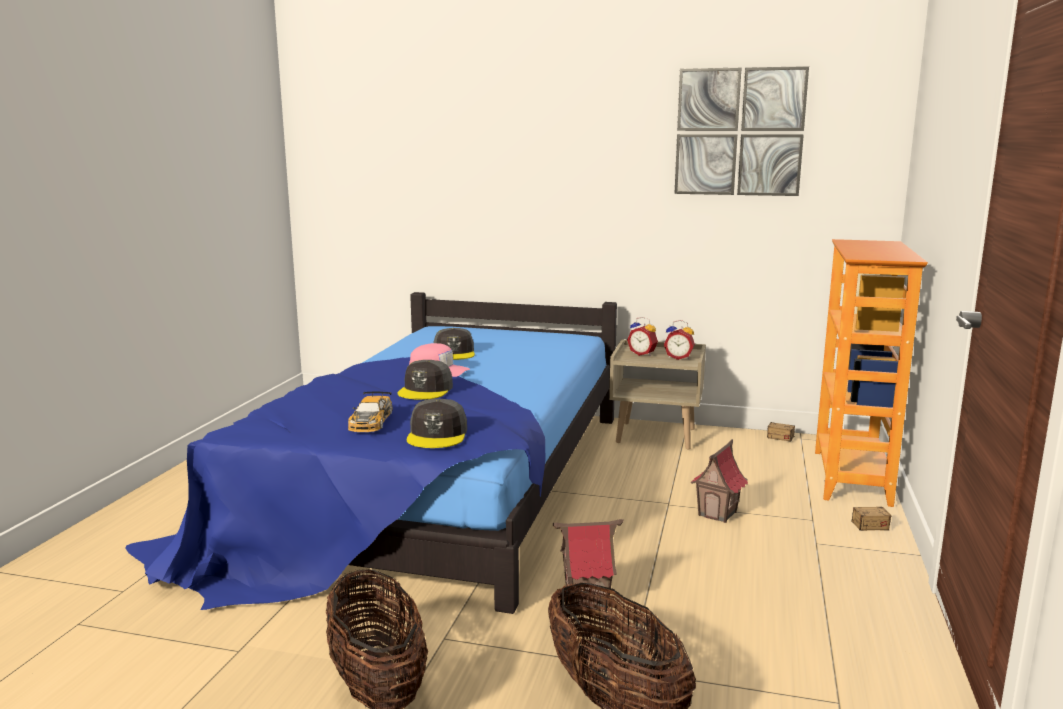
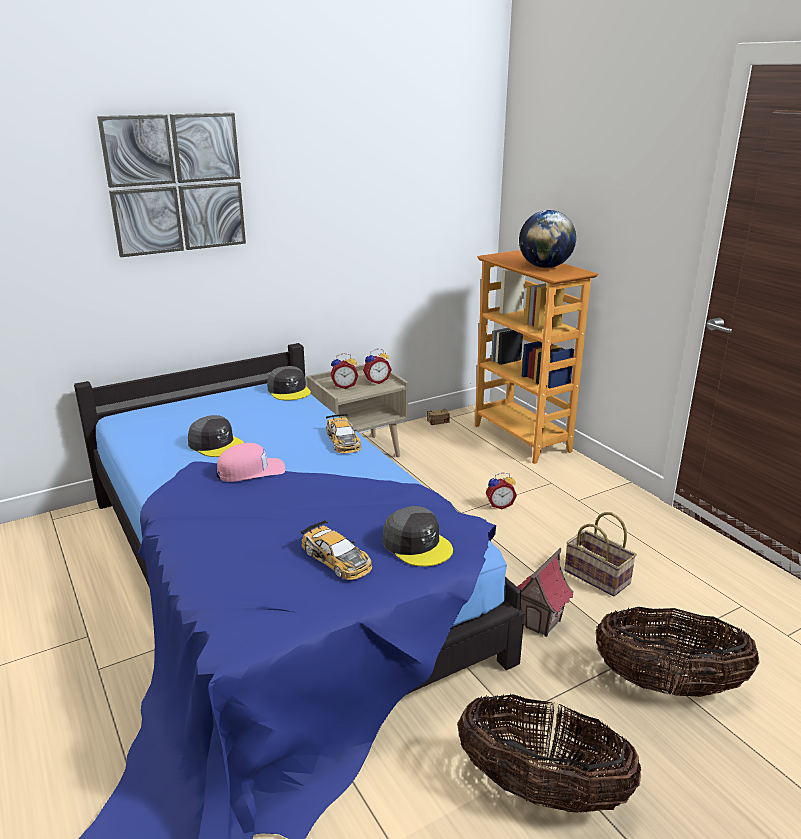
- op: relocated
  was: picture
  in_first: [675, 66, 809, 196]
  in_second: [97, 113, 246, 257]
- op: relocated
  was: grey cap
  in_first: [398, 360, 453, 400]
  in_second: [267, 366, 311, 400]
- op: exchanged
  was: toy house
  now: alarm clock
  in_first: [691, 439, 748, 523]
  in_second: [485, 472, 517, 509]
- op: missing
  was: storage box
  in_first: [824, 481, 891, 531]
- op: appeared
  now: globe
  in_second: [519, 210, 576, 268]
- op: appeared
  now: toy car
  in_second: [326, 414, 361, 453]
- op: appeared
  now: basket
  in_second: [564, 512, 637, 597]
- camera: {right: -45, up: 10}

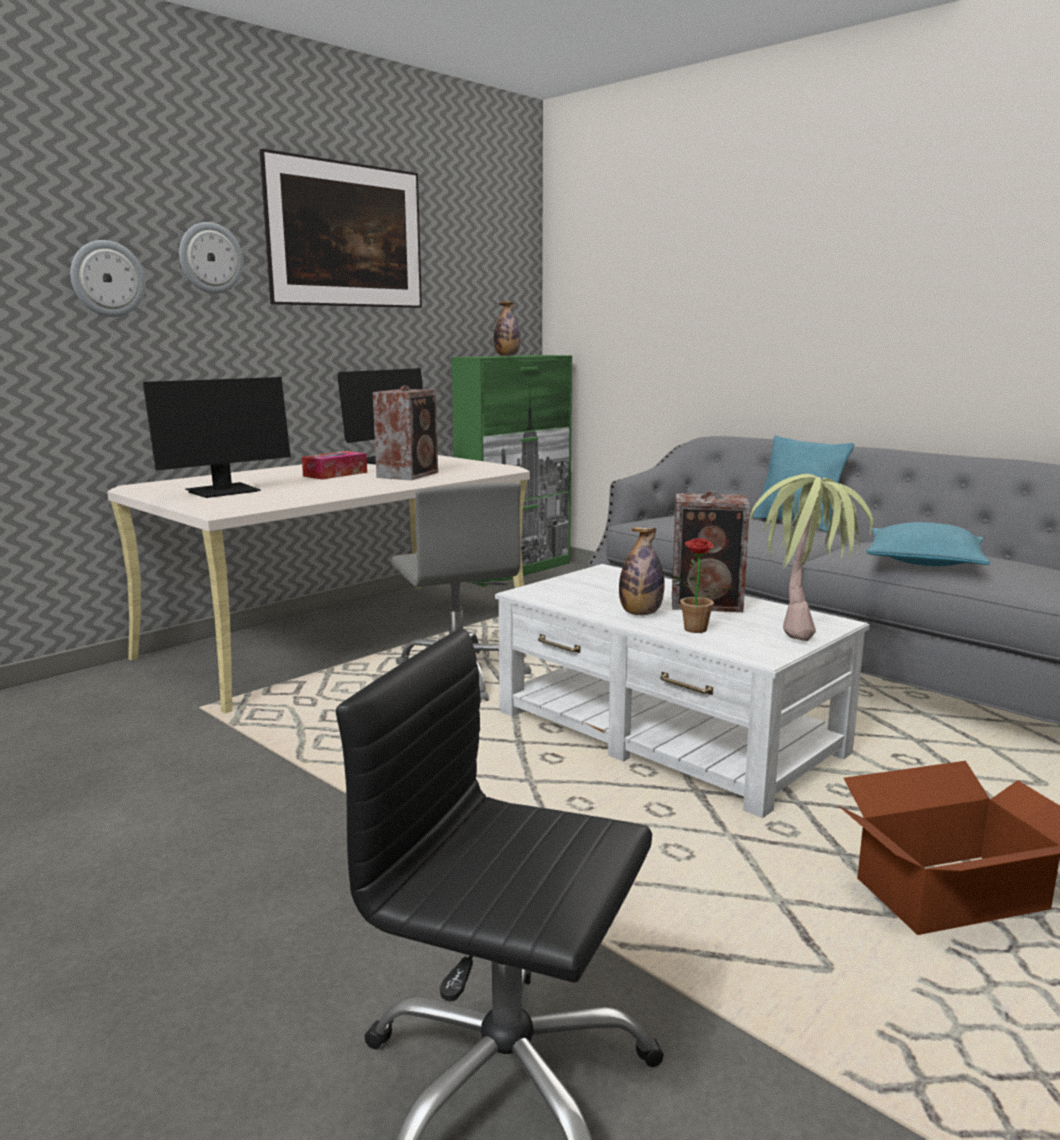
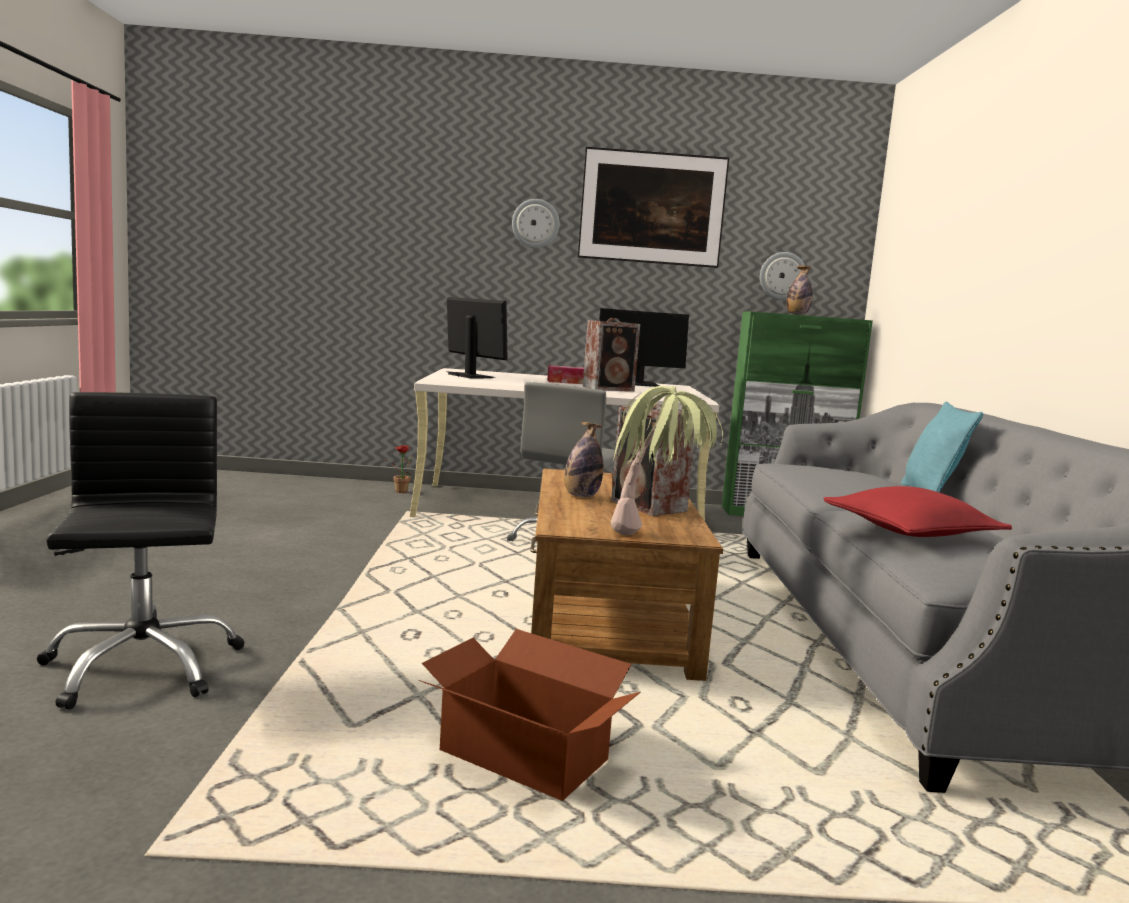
- op: relocated
  was: wall clock
  in_first: [70, 240, 146, 317]
  in_second: [760, 252, 805, 300]
- op: spun
  was: monitor
  in_first: [143, 377, 291, 498]
  in_second: [446, 297, 508, 378]
  clockwise: -135
- op: colour
  was: turquoise pillow
  now: red pillow
  in_first: [866, 522, 990, 566]
  in_second: [823, 486, 1012, 537]
- op: relocated
  was: potted plant
  in_first: [671, 538, 733, 633]
  in_second: [384, 445, 412, 493]
- op: colour
  was: white coffee table
  now: brown coffee table
  in_first: [495, 564, 870, 818]
  in_second: [530, 468, 723, 681]
- camera: {right: 45, up: -5}

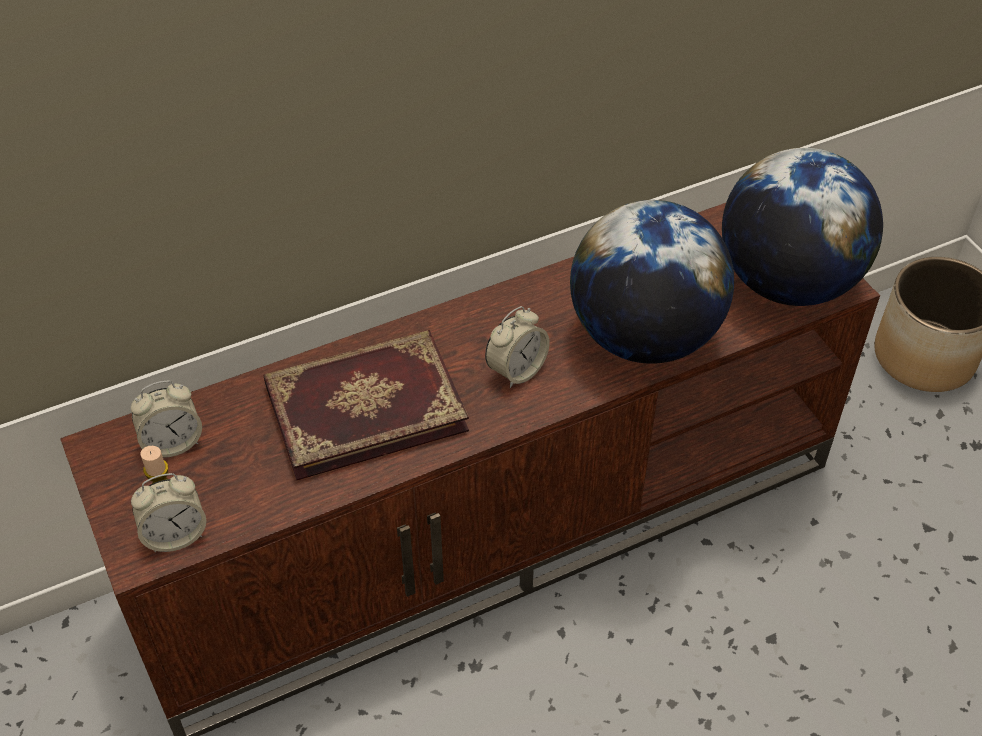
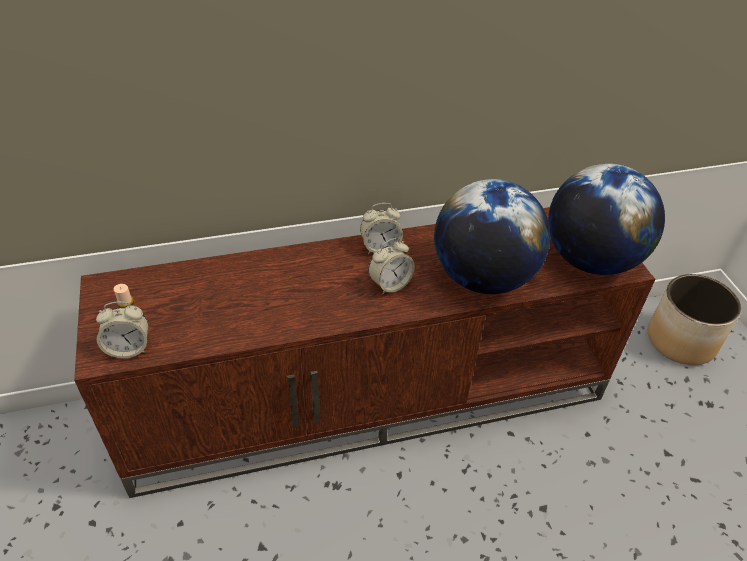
- op: missing
  was: book
  in_first: [264, 330, 469, 481]
- op: relocated
  was: alarm clock
  in_first: [131, 380, 202, 457]
  in_second: [360, 203, 403, 254]
- camera: {right: 10, up: -5}

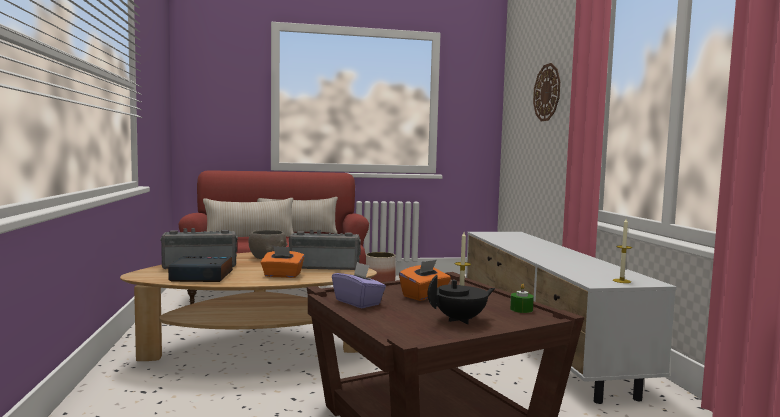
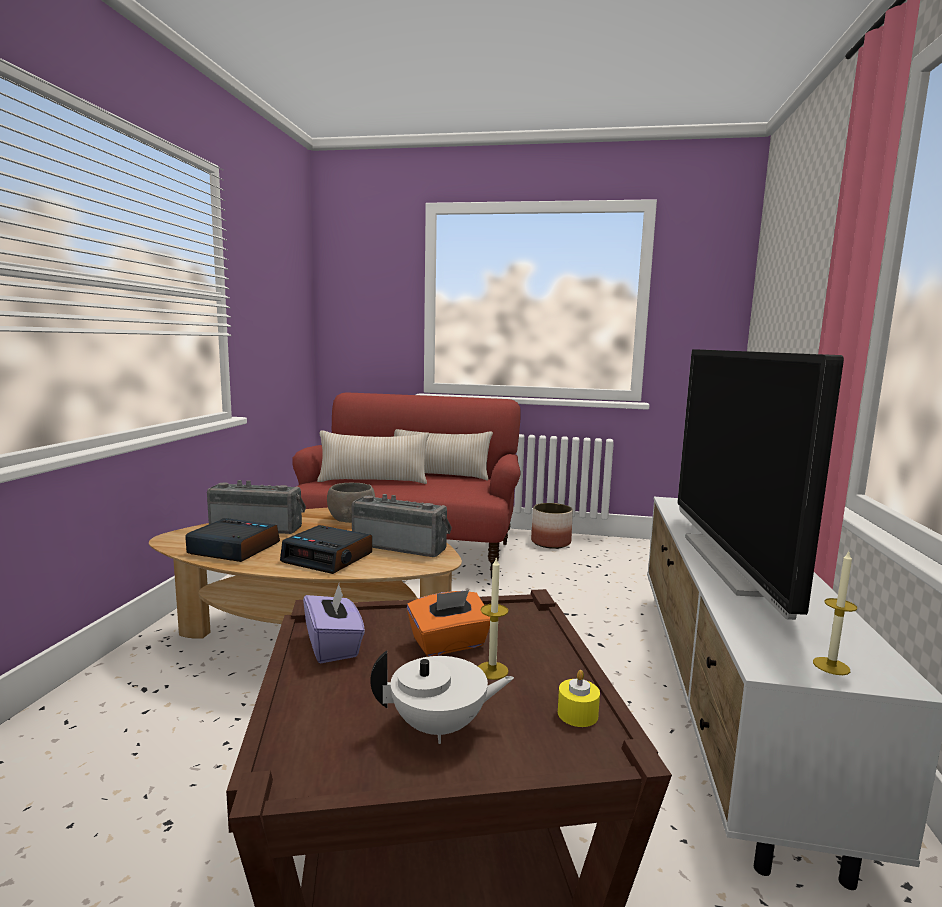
- op: missing
  was: wall clock
  in_first: [533, 63, 560, 121]
- op: exchanged
  was: orange tissue box
  now: alarm clock
  in_first: [260, 246, 304, 278]
  in_second: [280, 525, 372, 574]
- op: colour
  was: black teapot
  now: white teapot
  in_first: [428, 275, 495, 324]
  in_second: [370, 651, 514, 744]
- op: colour
  was: green candle
  now: yellow candle
  in_first: [510, 284, 534, 313]
  in_second: [558, 670, 600, 727]
- op: appeared
  now: television
  in_second: [678, 349, 844, 620]
- camera: {right: 20, up: 5}

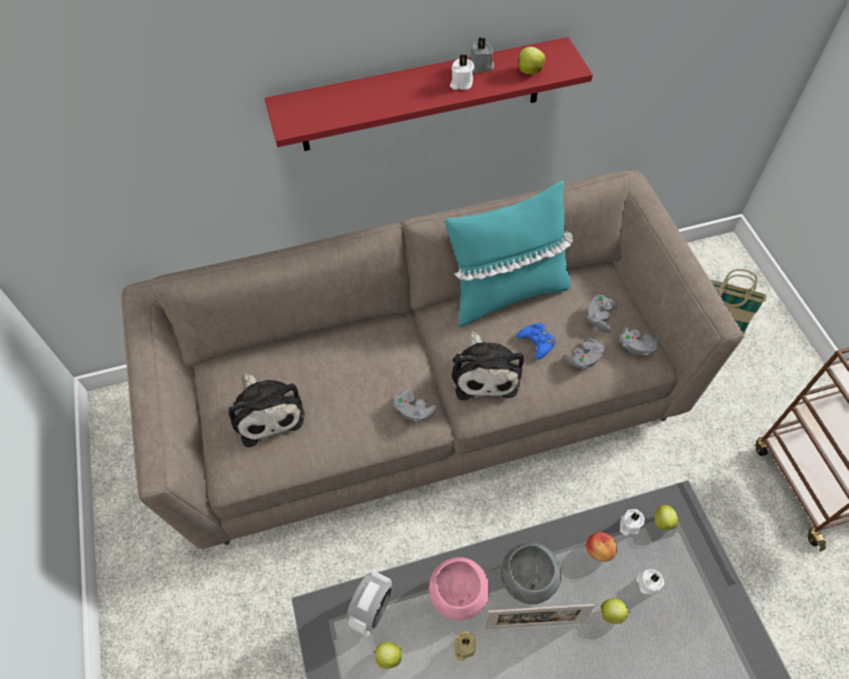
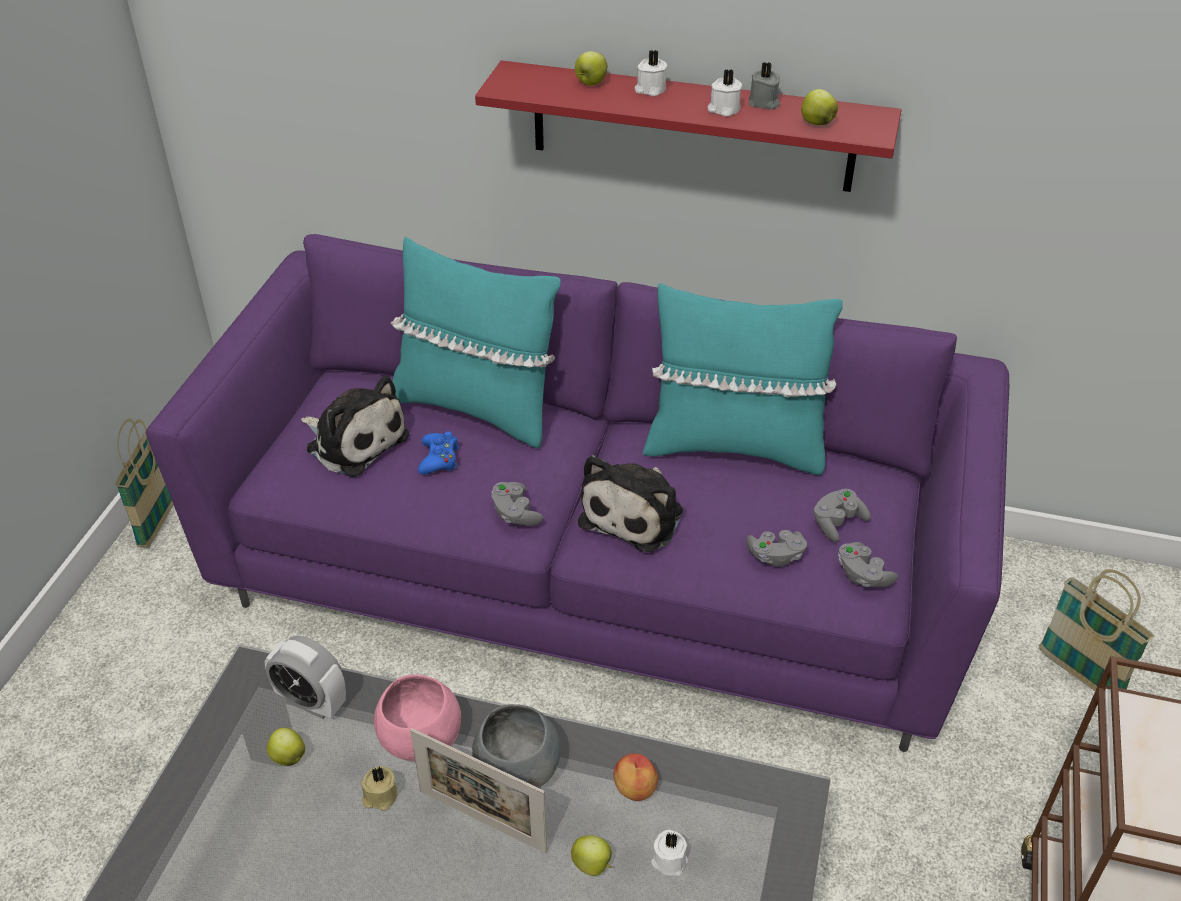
- op: colour
  was: beige sofa
  now: purple sofa
  in_first: [121, 169, 744, 549]
  in_second: [146, 234, 1010, 752]
- op: relocated
  was: blue game controller
  in_first: [517, 323, 556, 360]
  in_second: [418, 431, 459, 474]
- op: spun
  was: plush toy
  in_first: [228, 374, 305, 447]
  in_second: [301, 376, 409, 477]
  clockwise: -60
- op: relocated
  was: apple
  in_first: [655, 505, 678, 532]
  in_second: [575, 51, 607, 86]
- op: relocated
  was: white candle
  in_first: [620, 509, 645, 536]
  in_second: [634, 50, 667, 96]
- op: spun
  was: alarm clock
  in_first: [347, 571, 393, 636]
  in_second: [265, 636, 346, 719]
  clockwise: 60
- op: appeared
  now: turquoise pillow
  in_second: [390, 237, 561, 448]
- op: appeared
  now: basket
  in_second: [115, 418, 173, 548]
- camera: {right: 30, up: -15}

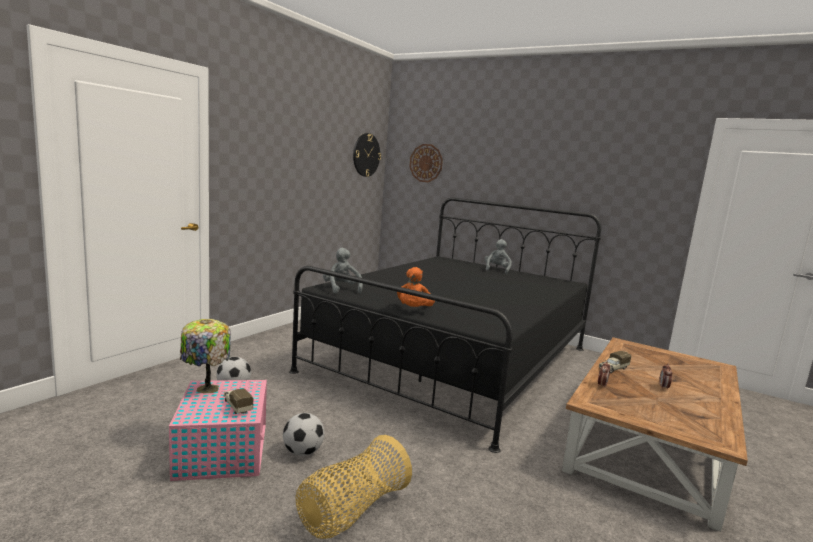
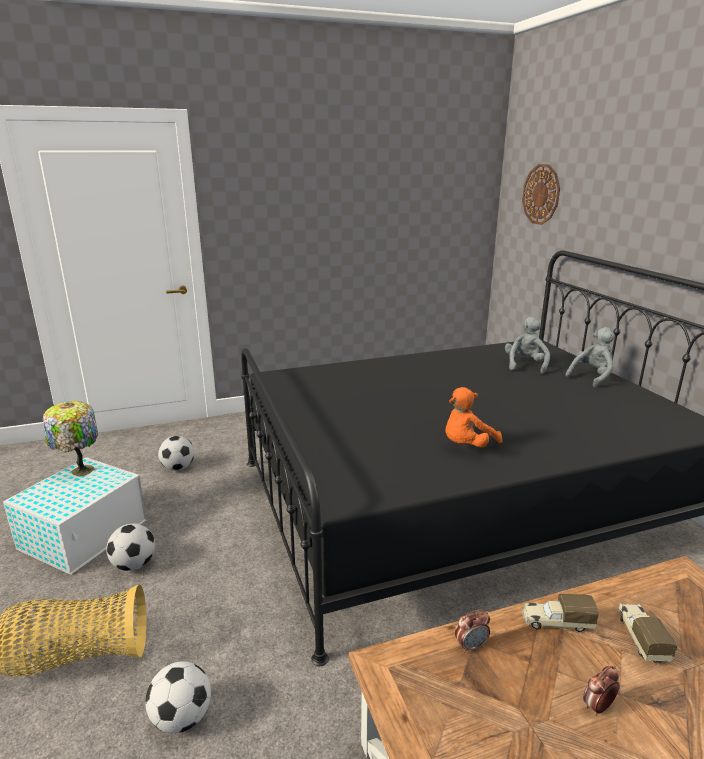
- op: missing
  was: wall clock
  in_first: [353, 133, 381, 177]
- op: relocated
  was: grey plush toy
  in_first: [323, 248, 363, 294]
  in_second: [505, 317, 550, 374]
- op: relocated
  was: orange plush toy
  in_first: [397, 267, 435, 307]
  in_second: [445, 387, 502, 448]
- op: colour
  was: pink storage box
  now: white storage box
  in_first: [169, 380, 267, 481]
  in_second: [3, 457, 147, 574]
- op: relocated
  was: toy truck
  in_first: [224, 389, 254, 414]
  in_second: [617, 603, 677, 665]
- op: appeared
  now: football
  in_second: [145, 661, 211, 734]
- camera: {right: 40, up: 10}

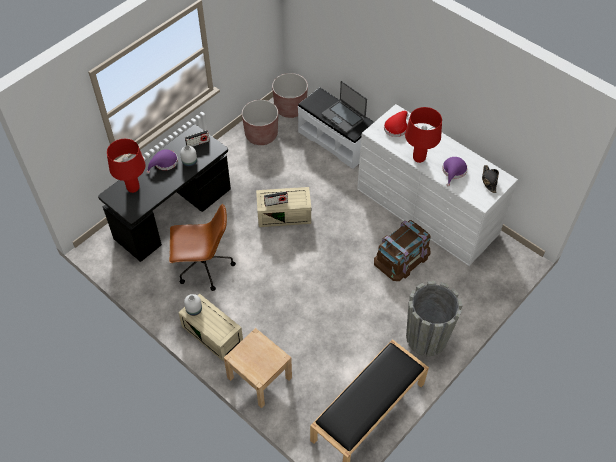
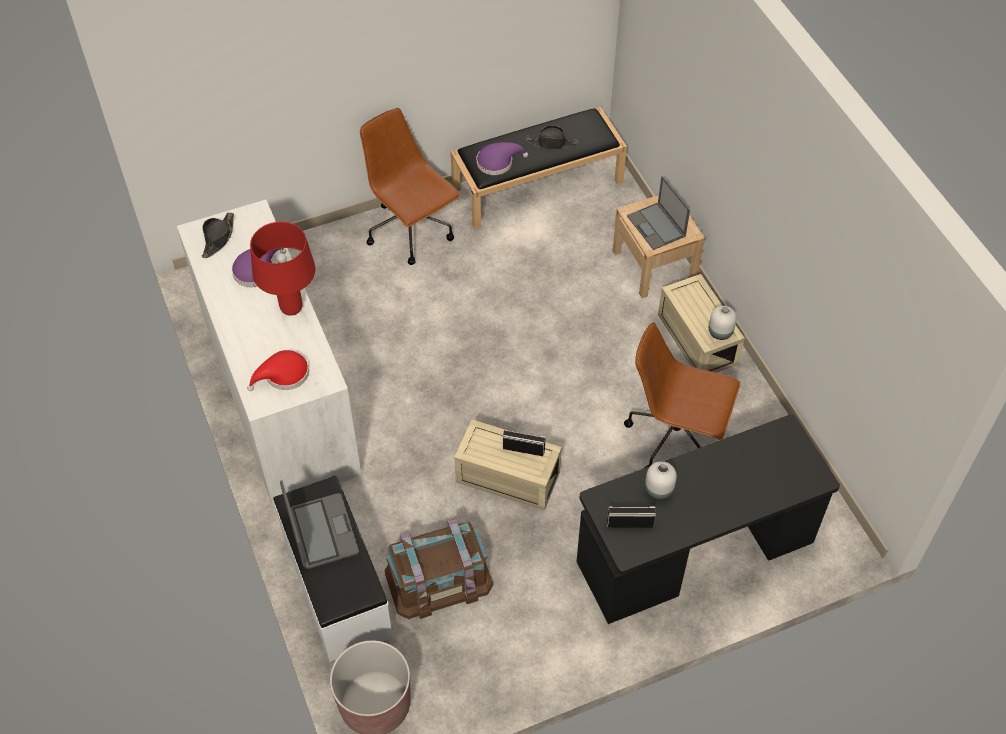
- op: missing
  was: brown planter
  in_first: [242, 100, 278, 145]
- op: missing
  was: red table lamp
  in_first: [107, 139, 145, 193]
- op: relocated
  was: purple hat
  in_first: [147, 149, 178, 174]
  in_second: [477, 142, 528, 175]
- op: relocated
  was: brown storage box
  in_first: [374, 220, 431, 281]
  in_second: [385, 519, 493, 619]
- op: exchanged
  was: grey planter
  now: brown office chair
  in_first: [406, 281, 462, 356]
  in_second: [360, 108, 461, 265]
- op: appeared
  now: black hat
  in_second: [526, 125, 579, 149]
- op: appeared
  now: laptop
  in_second: [627, 176, 690, 250]
- camera: {right: -155, up: 0}

